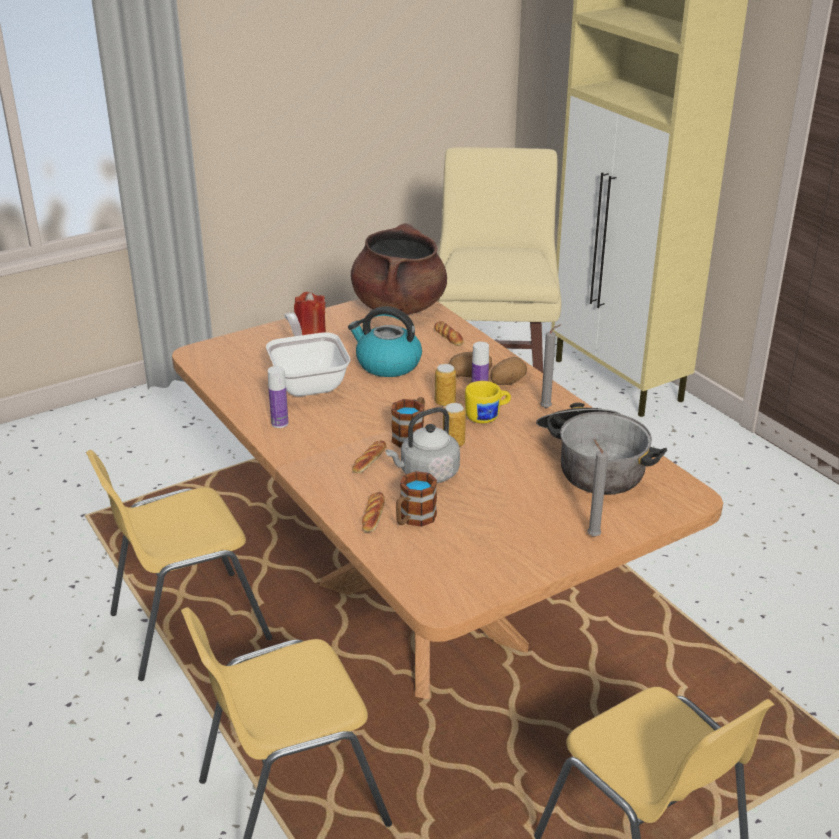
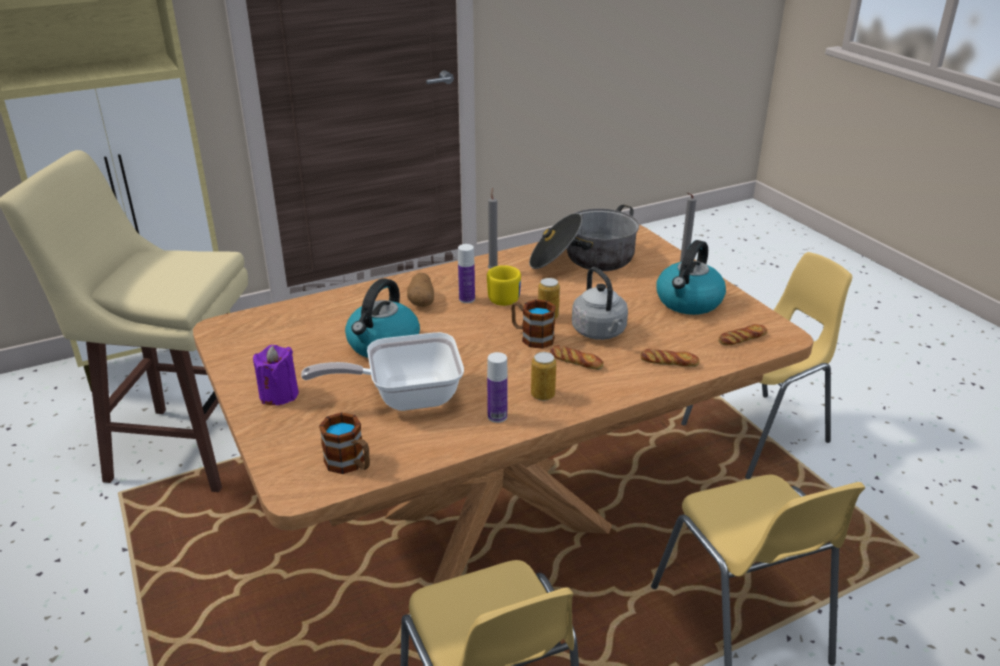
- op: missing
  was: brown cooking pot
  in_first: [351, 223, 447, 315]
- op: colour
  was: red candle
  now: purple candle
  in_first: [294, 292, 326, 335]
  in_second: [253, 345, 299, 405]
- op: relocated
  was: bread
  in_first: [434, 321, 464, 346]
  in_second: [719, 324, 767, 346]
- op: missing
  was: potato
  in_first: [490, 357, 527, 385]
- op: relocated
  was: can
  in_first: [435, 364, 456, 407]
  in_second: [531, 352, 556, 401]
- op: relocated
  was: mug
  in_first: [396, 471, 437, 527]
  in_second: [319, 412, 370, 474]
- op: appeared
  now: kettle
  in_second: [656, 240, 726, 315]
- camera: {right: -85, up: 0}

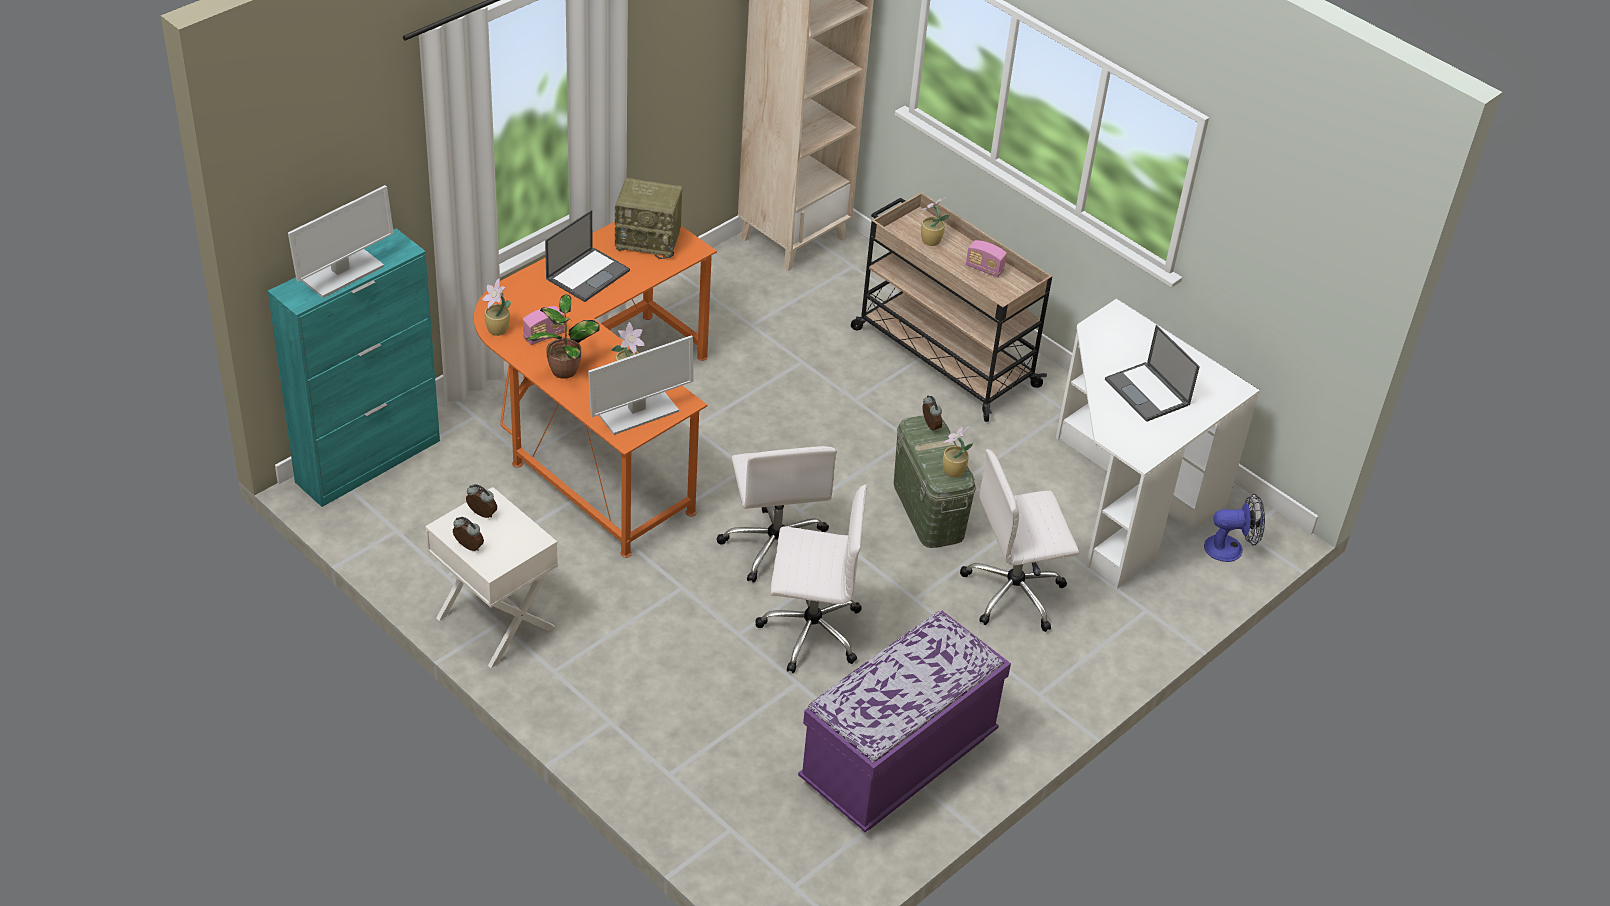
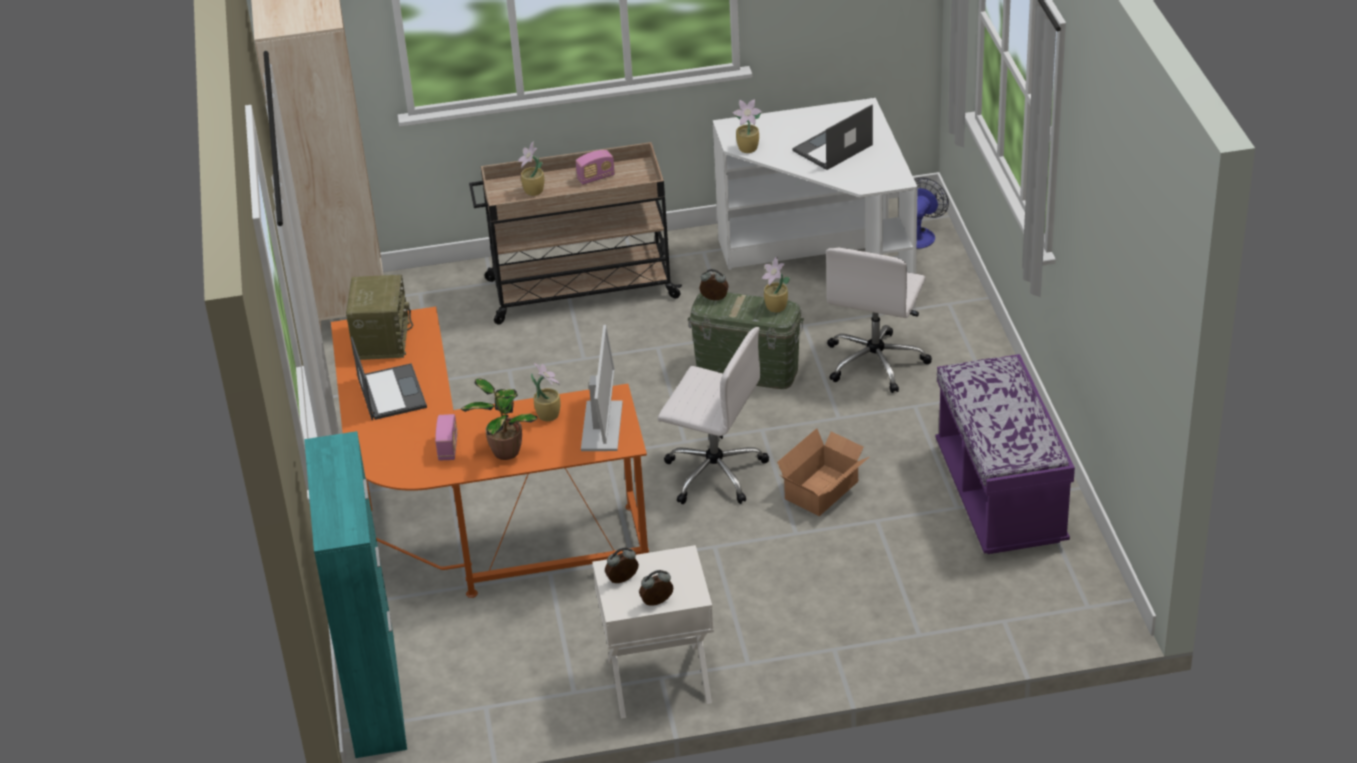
- op: spun
  was: radio
  in_first: [615, 178, 682, 259]
  in_second: [346, 275, 413, 360]
  clockwise: -45
- op: missing
  was: monitor
  in_first: [288, 185, 394, 298]
- op: relocated
  was: potted plant
  in_first: [482, 278, 511, 336]
  in_second: [733, 99, 762, 153]
- op: spun
  was: laptop
  in_first: [1105, 325, 1200, 422]
  in_second: [792, 105, 873, 170]
  clockwise: 135
- op: exchanged
  was: white office chair
  now: cardboard box
  in_first: [755, 485, 867, 673]
  in_second: [777, 428, 869, 516]
- camera: {right: -50, up: -5}

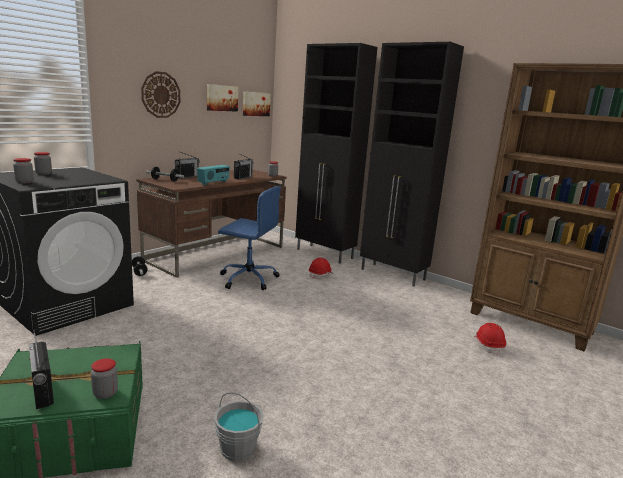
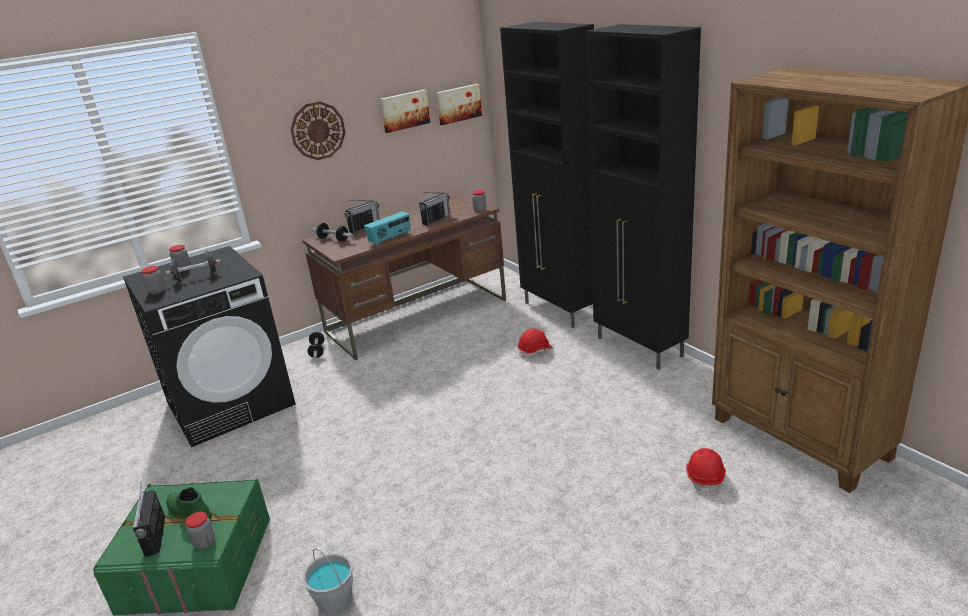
- op: missing
  was: blue office chair
  in_first: [218, 186, 281, 290]
- op: appeared
  now: black dumbbell
  in_second: [166, 251, 220, 283]
- op: appeared
  now: green boot
  in_second: [166, 487, 212, 520]
- camera: {right: 20, up: 10}

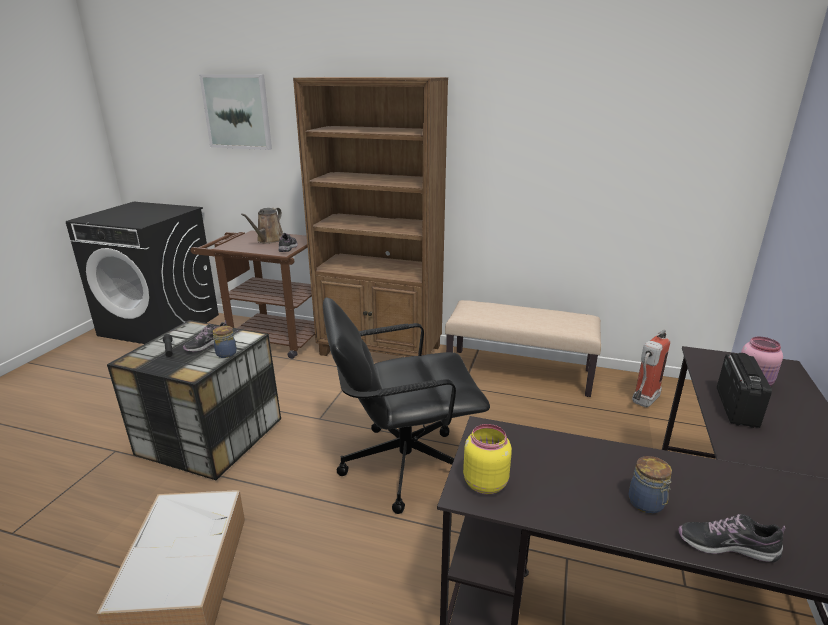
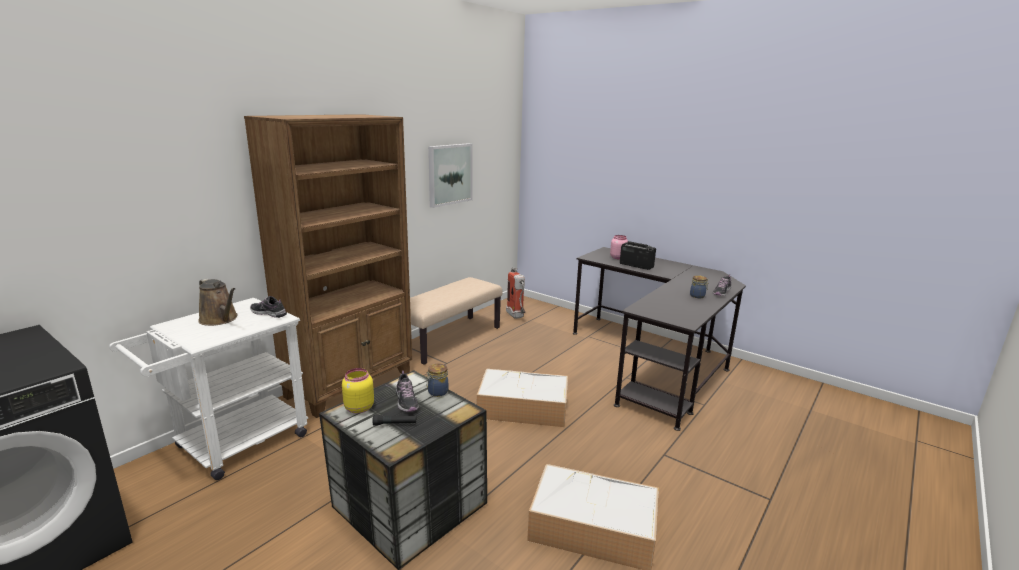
- op: relocated
  was: picture
  in_first: [199, 74, 272, 150]
  in_second: [428, 143, 473, 208]
- op: colour
  was: brown cart
  now: white cart
  in_first: [191, 230, 315, 359]
  in_second: [109, 298, 308, 480]
- op: exchanged
  was: black office chair
  now: storage box
  in_first: [323, 297, 490, 514]
  in_second: [477, 369, 568, 427]
- op: relocated
  was: yellow jar
  in_first: [463, 424, 512, 494]
  in_second: [342, 368, 374, 414]
- camera: {right: -70, up: -5}

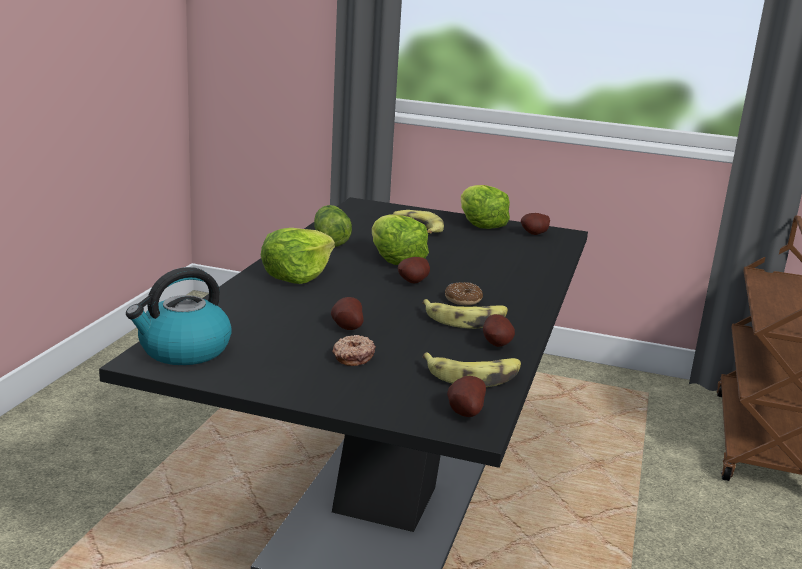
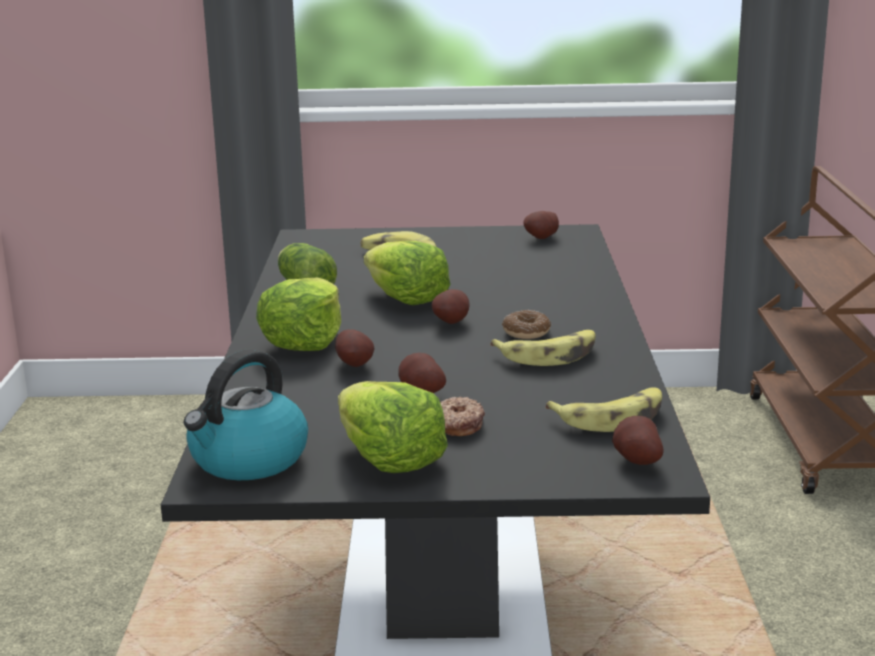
- op: relocated
  was: lettuce
  in_first: [461, 185, 510, 229]
  in_second: [338, 381, 448, 473]
- op: relocated
  was: potato
  in_first: [483, 314, 515, 347]
  in_second: [335, 329, 375, 367]
- camera: {right: -15, up: 0}

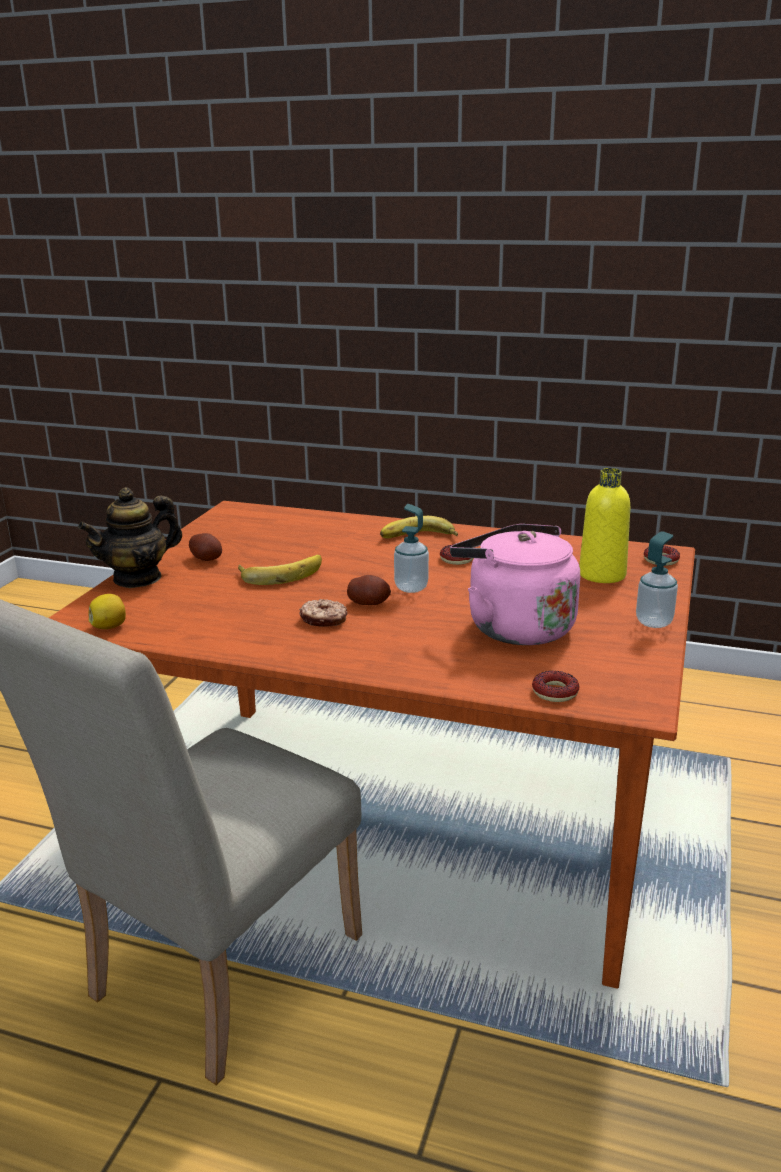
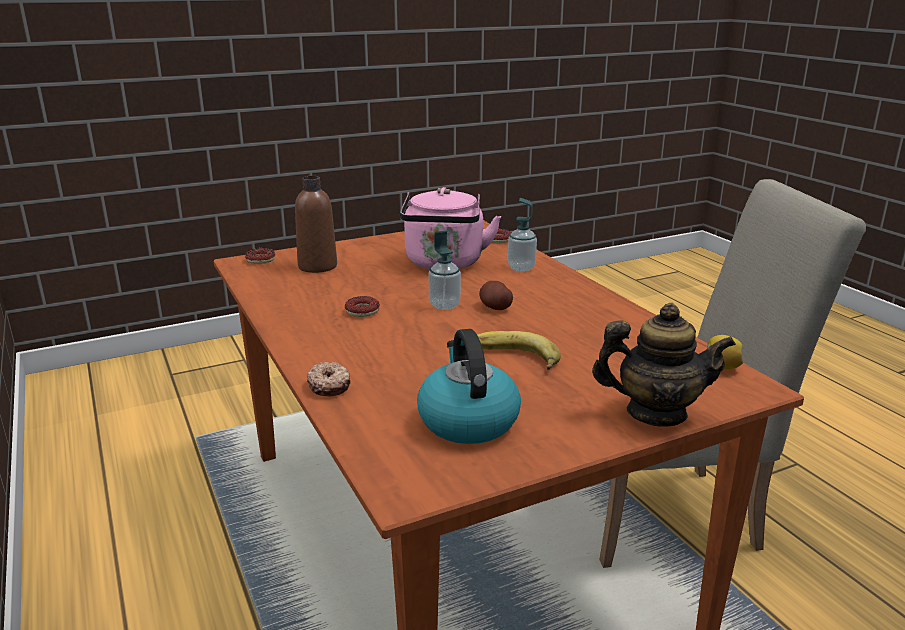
- op: colour
  was: yellow bottle
  now: brown bottle
  in_first: [579, 468, 630, 583]
  in_second: [295, 176, 337, 273]
- op: missing
  was: banana
  in_first: [380, 516, 458, 538]
- op: relocated
  was: soap dispenser
  in_first: [636, 531, 678, 628]
  in_second: [508, 198, 537, 272]
- op: missing
  was: potato
  in_first: [189, 533, 222, 561]
- op: relocated
  was: donut
  in_first: [299, 599, 347, 627]
  in_second: [307, 362, 351, 396]
- op: appeared
  now: kettle
  in_second: [417, 329, 521, 444]
- camera: {right: -135, up: 0}

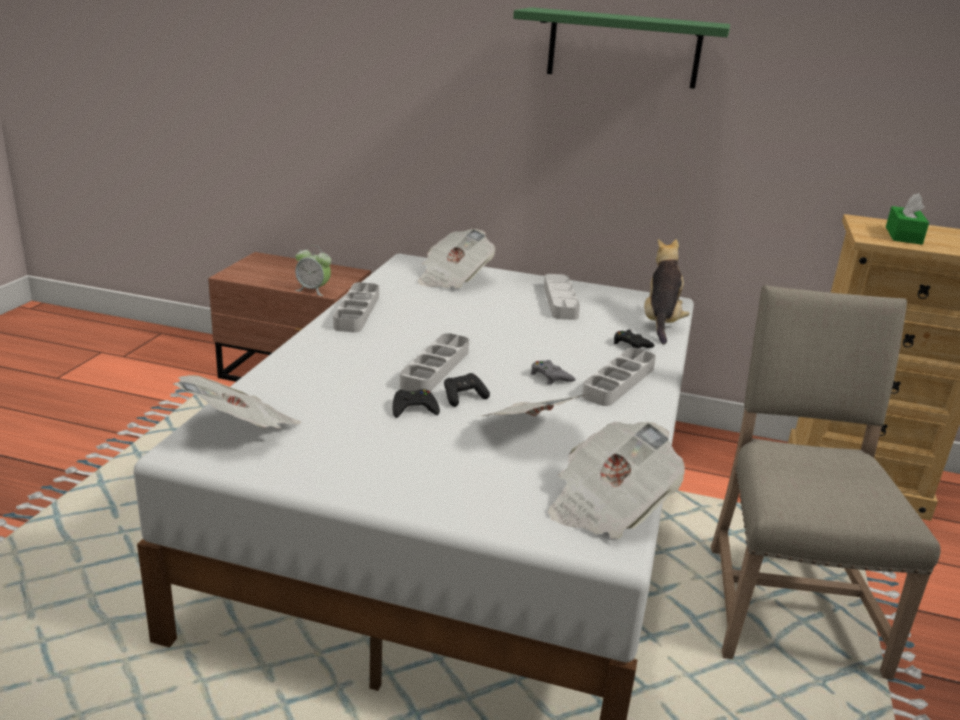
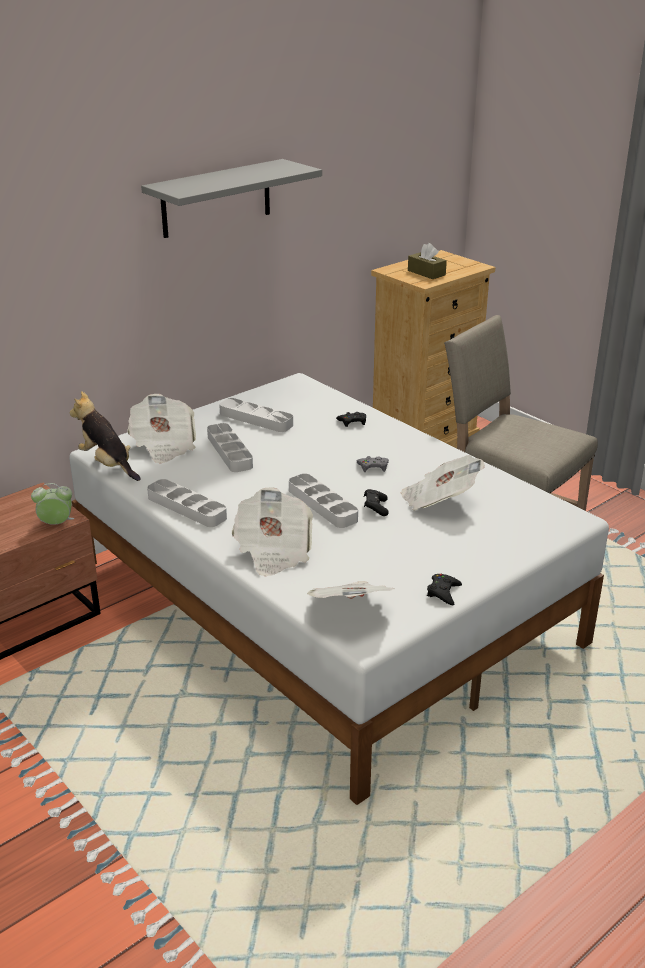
- op: colour
  was: green shelf
  now: grey shelf
  in_first: [513, 7, 730, 89]
  in_second: [141, 159, 322, 238]
- op: colour
  was: green tissue box
  now: brown tissue box
  in_first: [886, 193, 929, 245]
  in_second: [408, 243, 447, 279]
- op: relocated
  was: plush toy
  in_first: [644, 239, 690, 344]
  in_second: [69, 391, 141, 481]
- op: spun
  was: alarm clock
  in_first: [295, 245, 331, 296]
  in_second: [31, 483, 74, 525]
  clockwise: -150
- op: relocated
  was: grey tray
  in_first: [582, 348, 656, 406]
  in_second: [207, 423, 253, 472]
- op: relocated
  was: black game controller
  in_first: [392, 389, 440, 418]
  in_second: [427, 574, 462, 605]
- op: relocated
  was: newspaper
  in_first: [548, 422, 685, 539]
  in_second: [232, 487, 313, 577]
- camera: {right: -55, up: 5}

